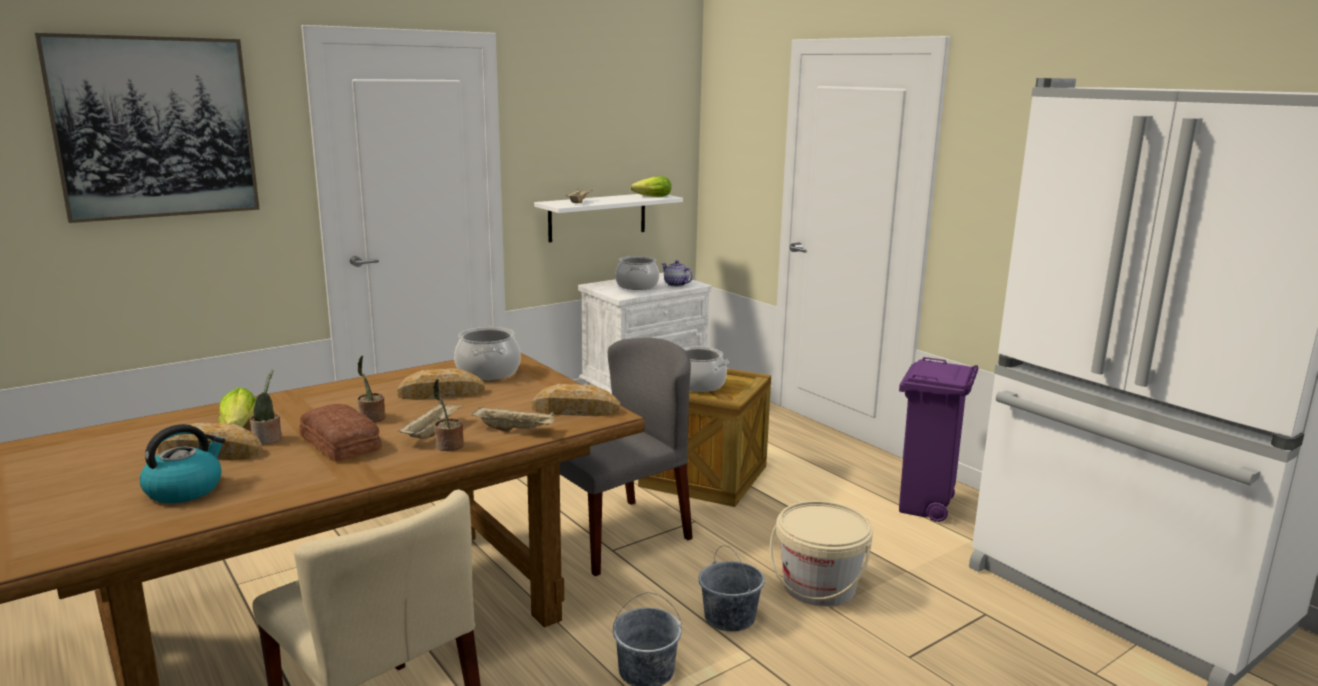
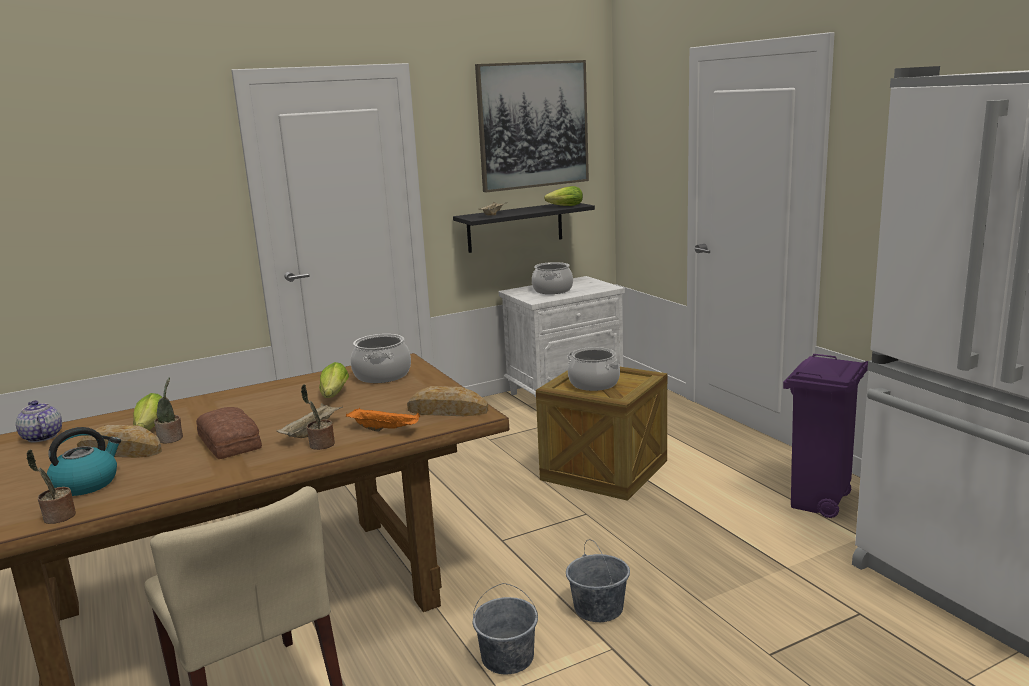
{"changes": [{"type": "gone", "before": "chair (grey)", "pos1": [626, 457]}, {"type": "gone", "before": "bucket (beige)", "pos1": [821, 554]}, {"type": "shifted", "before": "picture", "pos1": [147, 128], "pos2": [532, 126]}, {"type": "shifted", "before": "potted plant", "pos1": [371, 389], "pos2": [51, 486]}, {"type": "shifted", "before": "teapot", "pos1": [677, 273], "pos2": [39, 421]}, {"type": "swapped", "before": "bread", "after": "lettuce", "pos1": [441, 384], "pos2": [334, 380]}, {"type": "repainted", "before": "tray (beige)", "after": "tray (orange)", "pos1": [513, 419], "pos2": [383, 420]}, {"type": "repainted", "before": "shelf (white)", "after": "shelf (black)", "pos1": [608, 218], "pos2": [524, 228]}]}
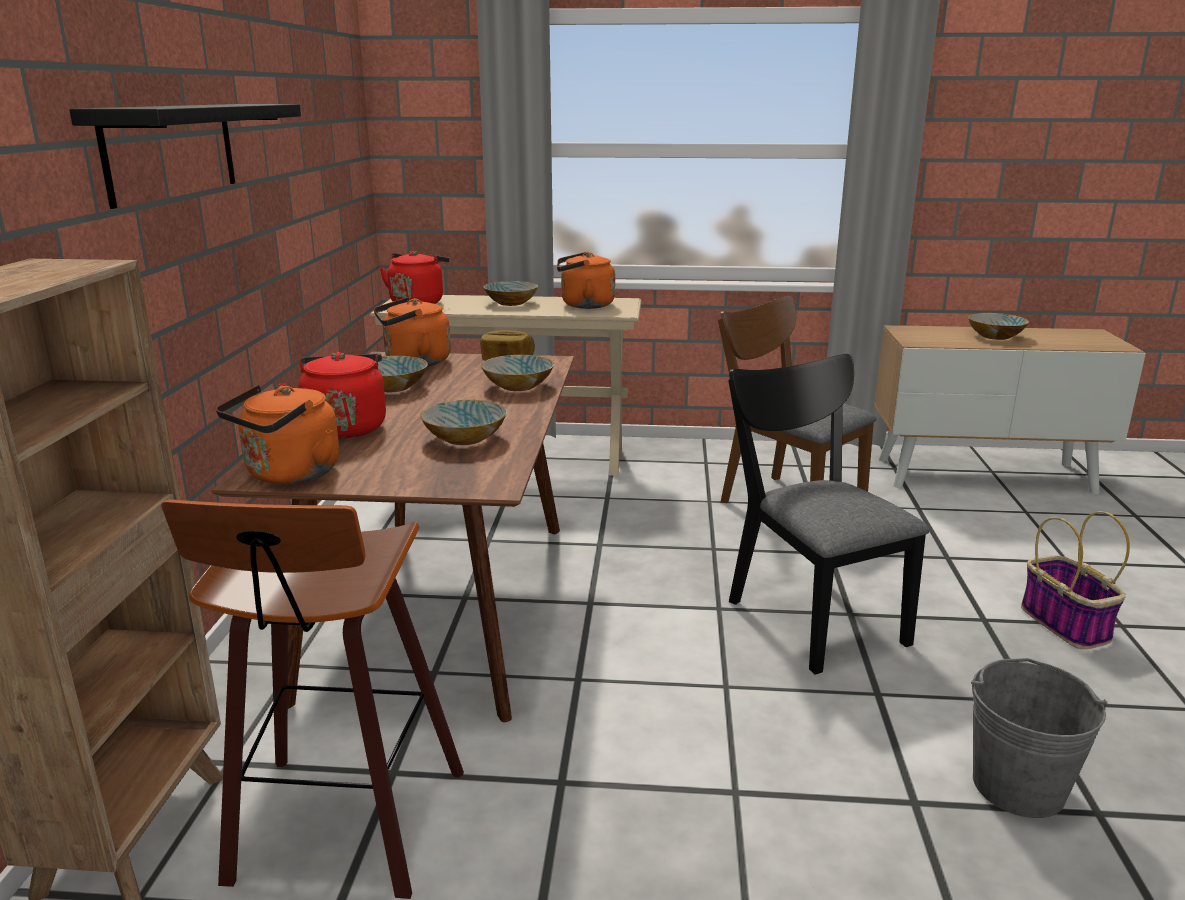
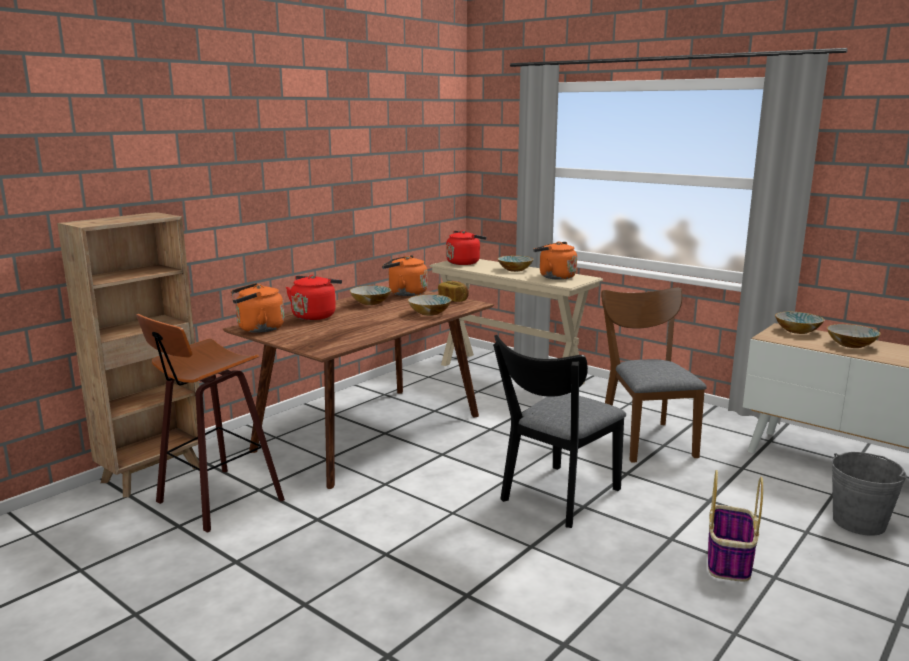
{"changes": [{"type": "gone", "before": "shelf (black)", "pos1": [185, 156]}, {"type": "shifted", "before": "bowl", "pos1": [463, 422], "pos2": [799, 323]}, {"type": "shifted", "before": "bucket (grey)", "pos1": [1039, 738], "pos2": [869, 494]}, {"type": "rotated", "before": "chair (black)", "pos1": [829, 514], "pos2": [559, 431], "turn": -150}]}
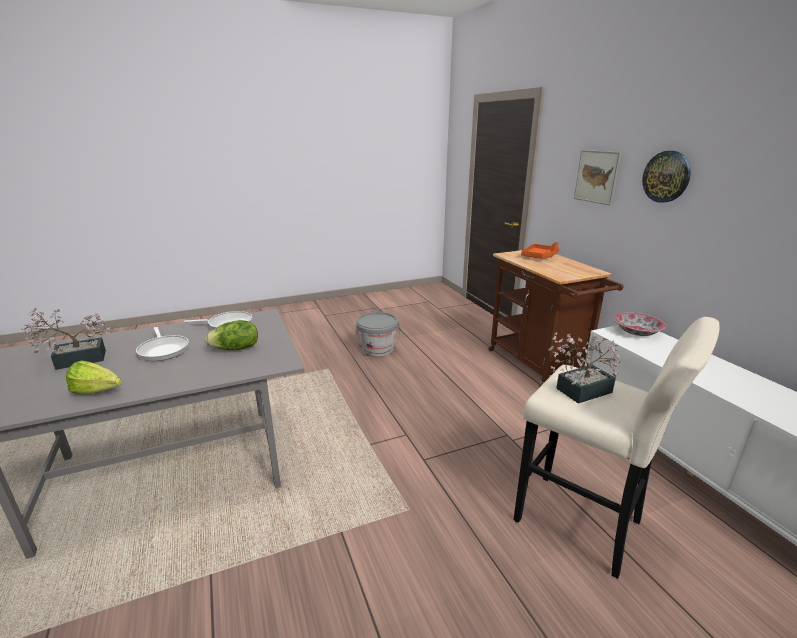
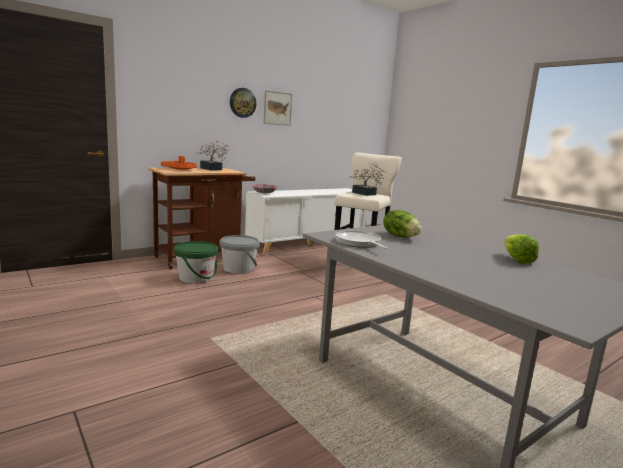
{"changes": [{"type": "gone", "before": "frying pan", "pos1": [162, 344]}, {"type": "new", "after": "bucket (green)", "pos2": [196, 262]}, {"type": "shifted", "before": "potted plant", "pos1": [66, 339], "pos2": [212, 155]}, {"type": "shifted", "before": "bucket (grey)", "pos1": [378, 334], "pos2": [239, 254]}, {"type": "shifted", "before": "picture", "pos1": [597, 178], "pos2": [277, 108]}]}
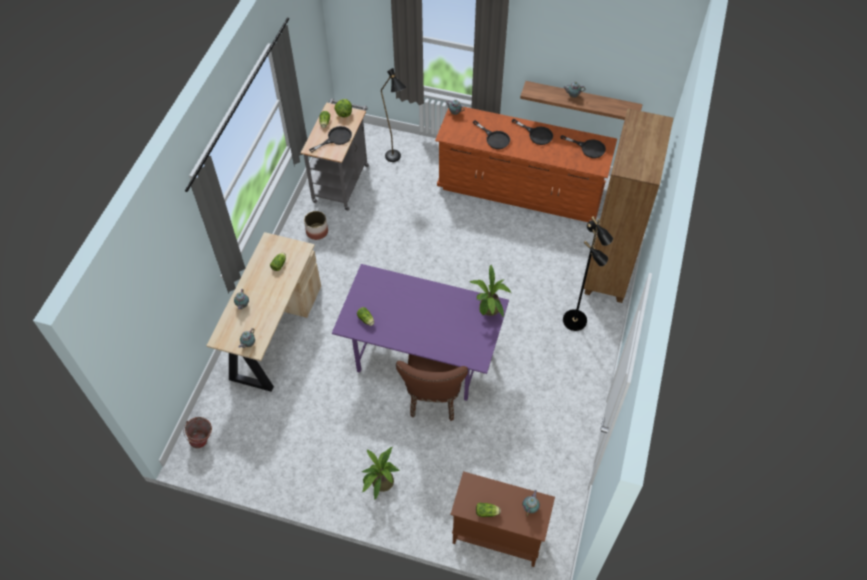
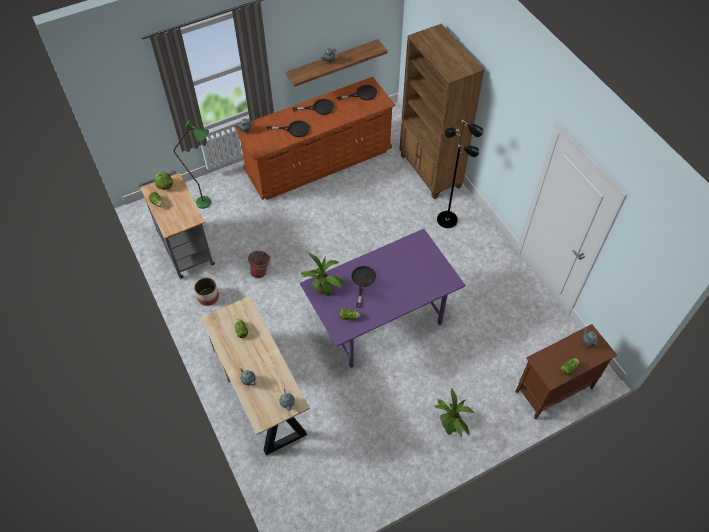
{"changes": [{"type": "gone", "before": "chair (brown)", "pos1": [432, 387]}, {"type": "shifted", "before": "bucket", "pos1": [197, 432], "pos2": [259, 264]}, {"type": "shifted", "before": "frying pan (black)", "pos1": [330, 139], "pos2": [364, 287]}, {"type": "shifted", "before": "potted plant", "pos1": [491, 291], "pos2": [324, 274]}, {"type": "repainted", "before": "floor lamp (black)", "after": "floor lamp (green)", "pos1": [393, 115], "pos2": [192, 164]}]}
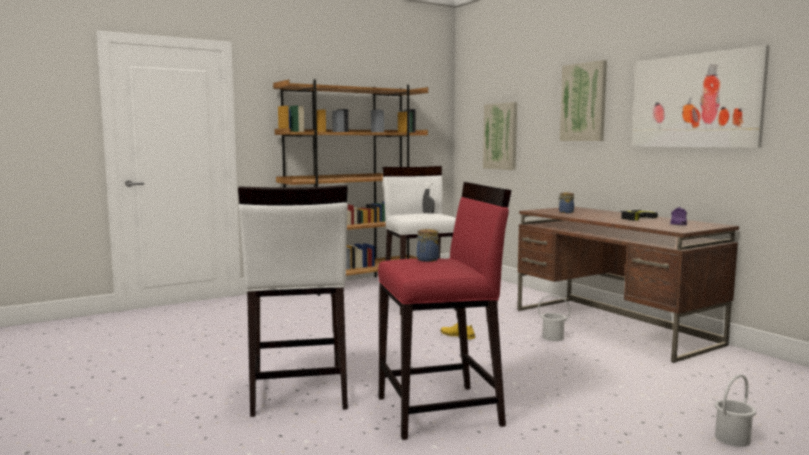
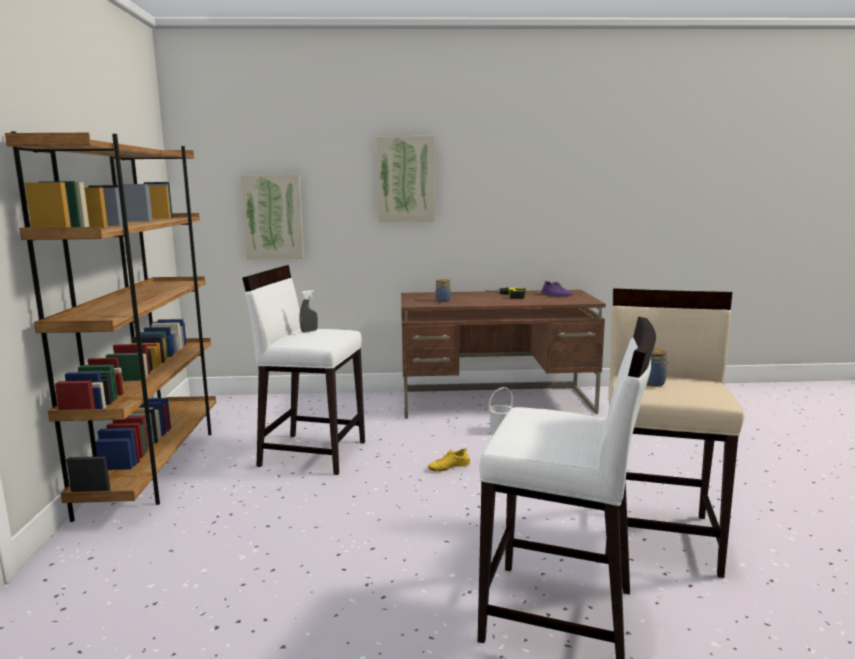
{"changes": [{"type": "gone", "before": "picture", "pos1": [701, 96]}, {"type": "gone", "before": "bucket (white)", "pos1": [735, 410]}, {"type": "repainted", "before": "stool (red)", "after": "stool (beige)", "pos1": [444, 311], "pos2": [674, 433]}]}
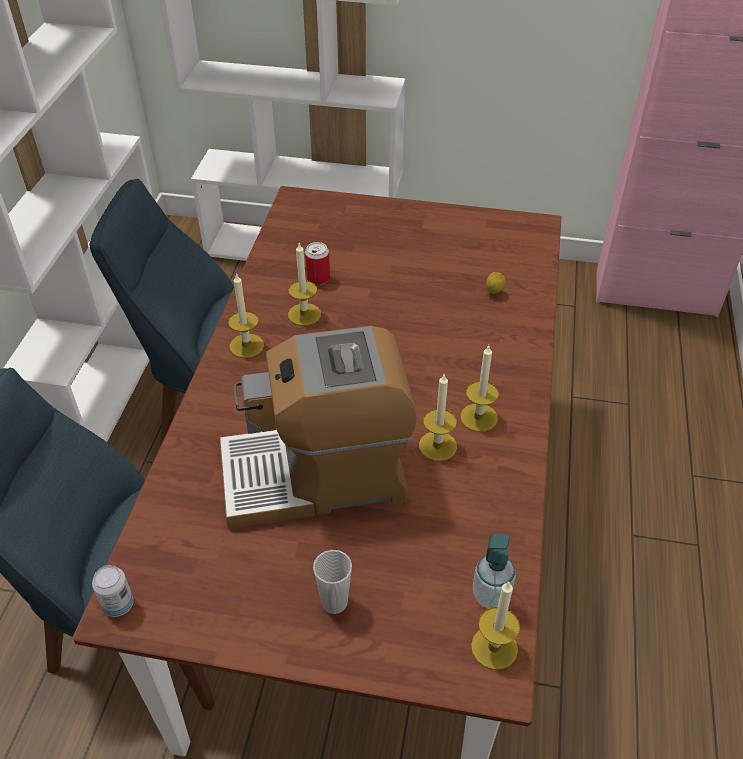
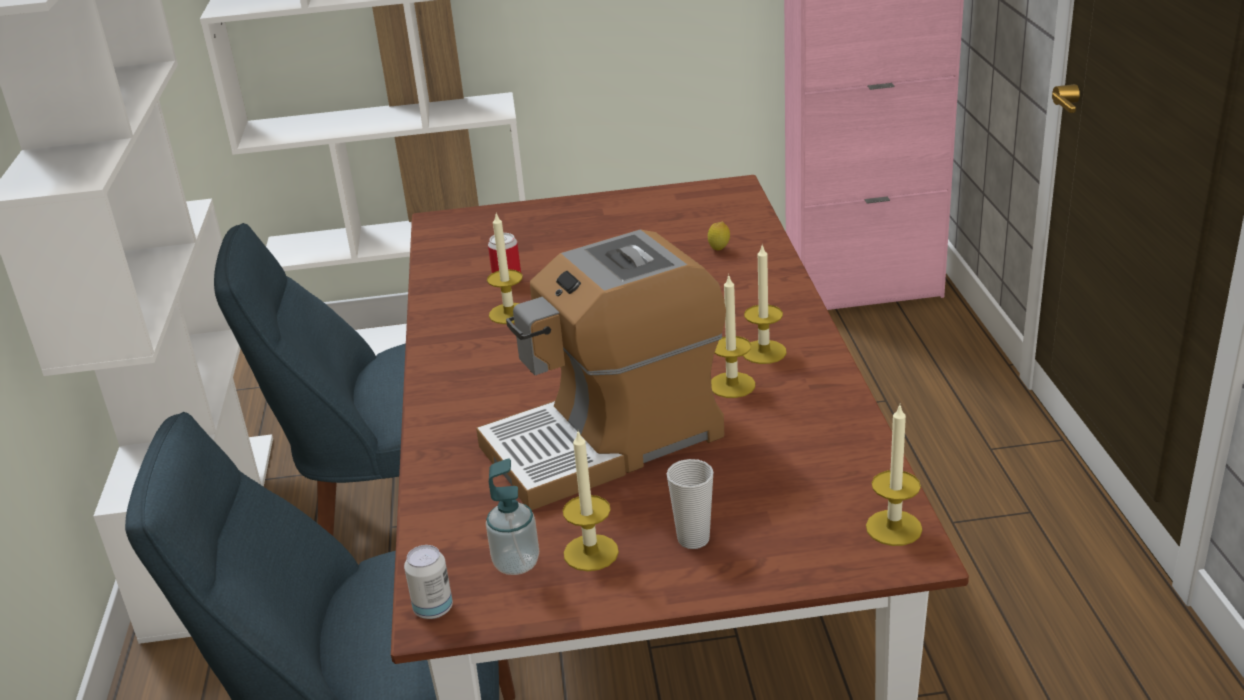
{"changes": [{"type": "shifted", "before": "candle", "pos1": [246, 315], "pos2": [591, 501]}, {"type": "shifted", "before": "soap dispenser", "pos1": [494, 571], "pos2": [512, 517]}]}
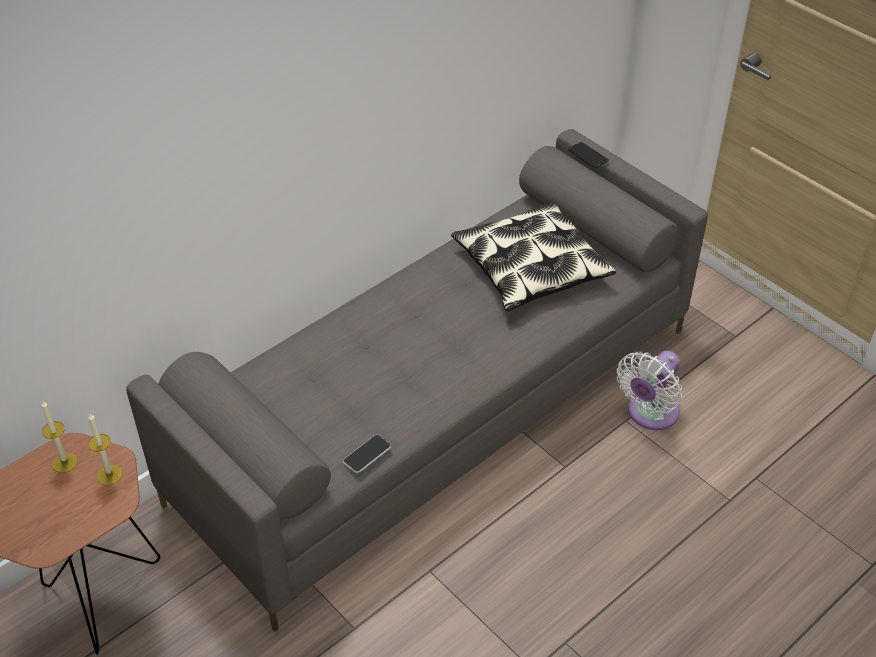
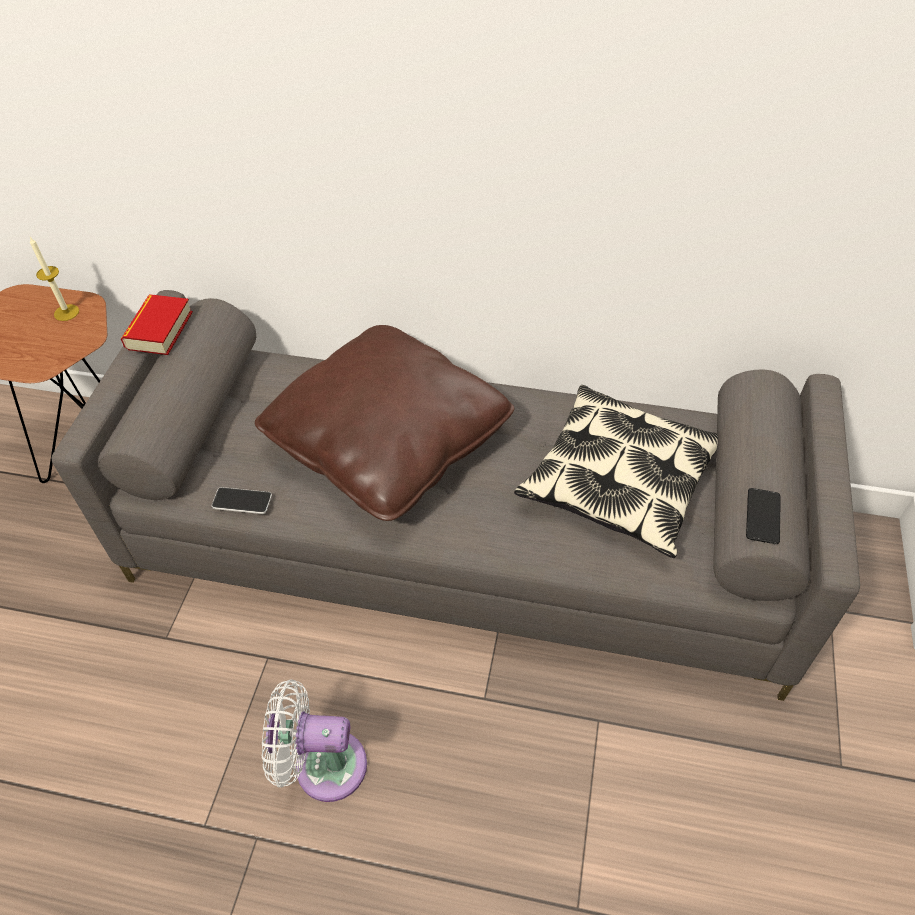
{"changes": [{"type": "gone", "before": "candle", "pos1": [105, 450]}, {"type": "new", "after": "book", "pos2": [157, 324]}, {"type": "new", "after": "pillow (brown)", "pos2": [385, 423]}, {"type": "shifted", "before": "phone", "pos1": [588, 155], "pos2": [763, 516]}, {"type": "shifted", "before": "fan (white)", "pos1": [649, 390], "pos2": [314, 740]}]}
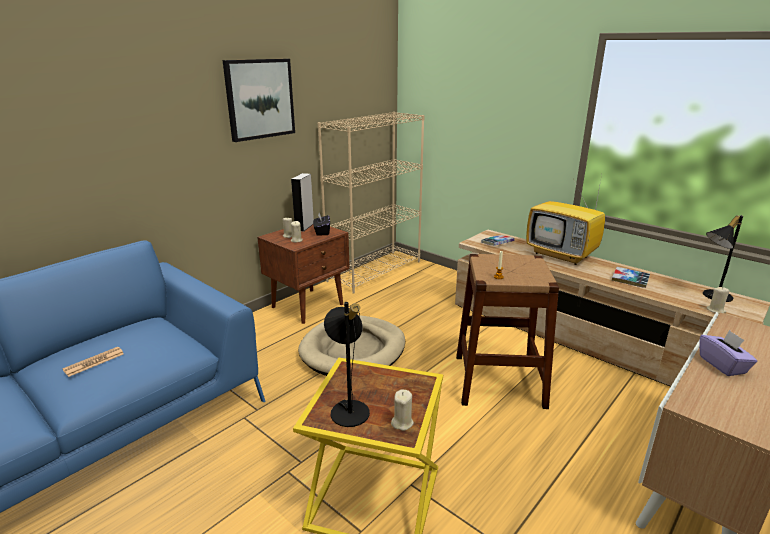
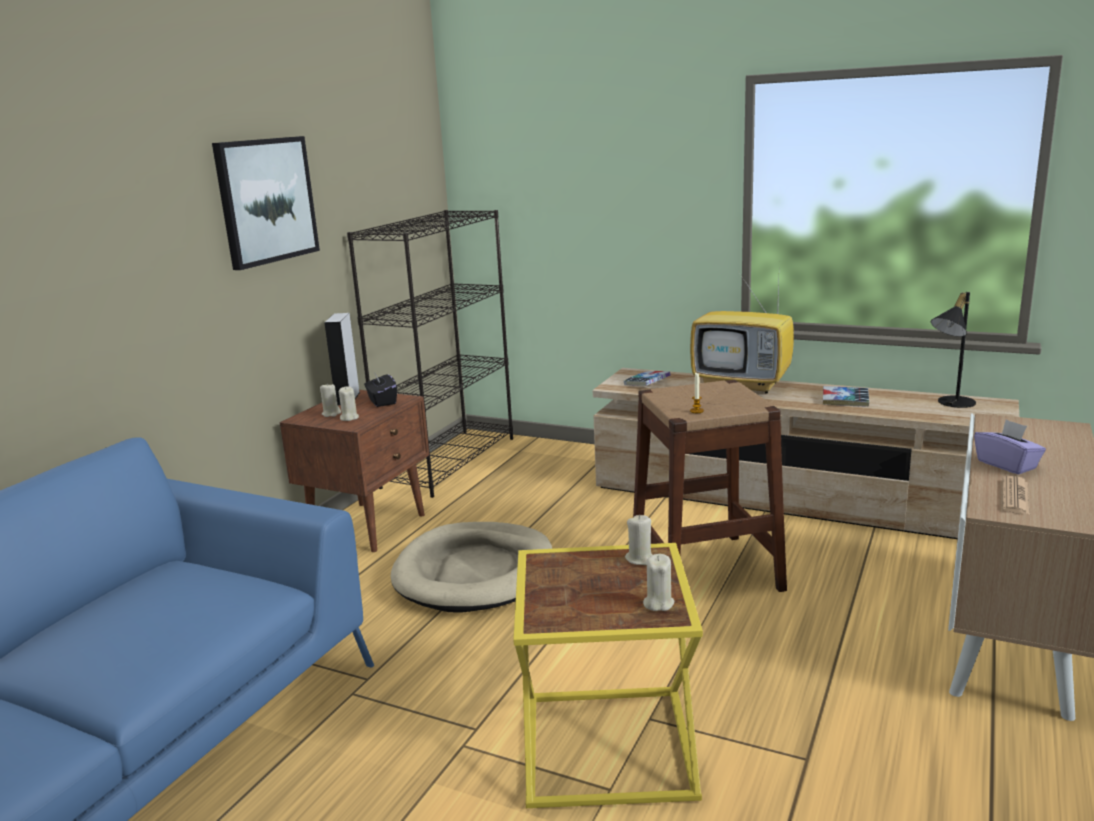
{"changes": [{"type": "gone", "before": "table lamp (black)", "pos1": [347, 364]}, {"type": "shifted", "before": "newspaper", "pos1": [93, 362], "pos2": [1016, 495]}, {"type": "shifted", "before": "candle (beige)", "pos1": [718, 300], "pos2": [638, 540]}, {"type": "repainted", "before": "bookcase (beige)", "after": "bookcase (black)", "pos1": [371, 203], "pos2": [430, 354]}]}
